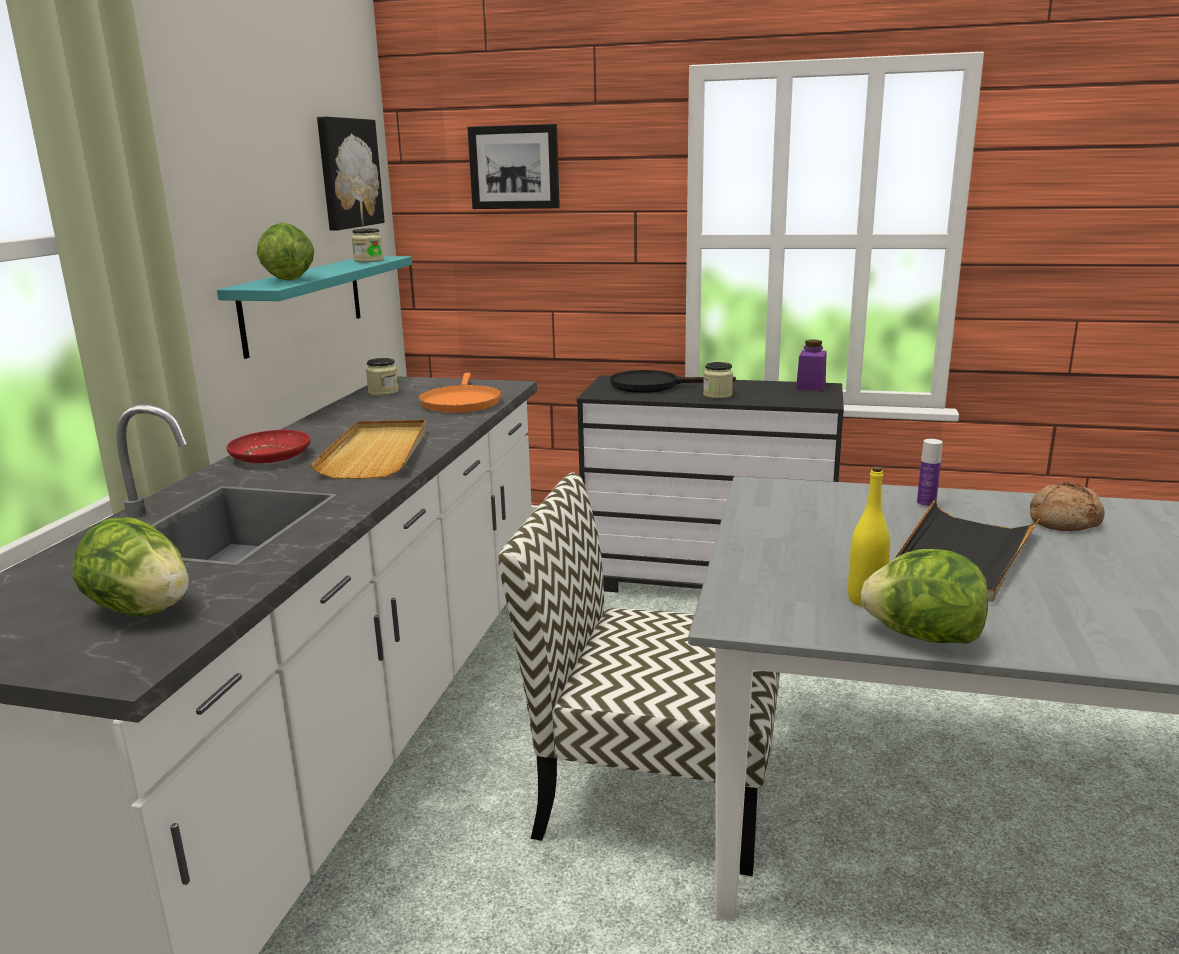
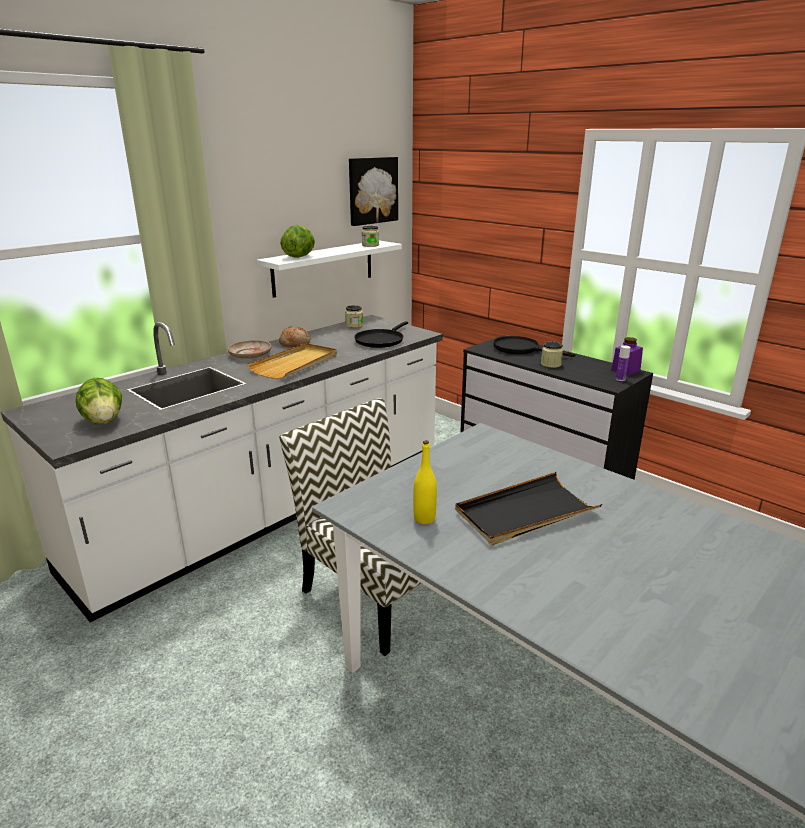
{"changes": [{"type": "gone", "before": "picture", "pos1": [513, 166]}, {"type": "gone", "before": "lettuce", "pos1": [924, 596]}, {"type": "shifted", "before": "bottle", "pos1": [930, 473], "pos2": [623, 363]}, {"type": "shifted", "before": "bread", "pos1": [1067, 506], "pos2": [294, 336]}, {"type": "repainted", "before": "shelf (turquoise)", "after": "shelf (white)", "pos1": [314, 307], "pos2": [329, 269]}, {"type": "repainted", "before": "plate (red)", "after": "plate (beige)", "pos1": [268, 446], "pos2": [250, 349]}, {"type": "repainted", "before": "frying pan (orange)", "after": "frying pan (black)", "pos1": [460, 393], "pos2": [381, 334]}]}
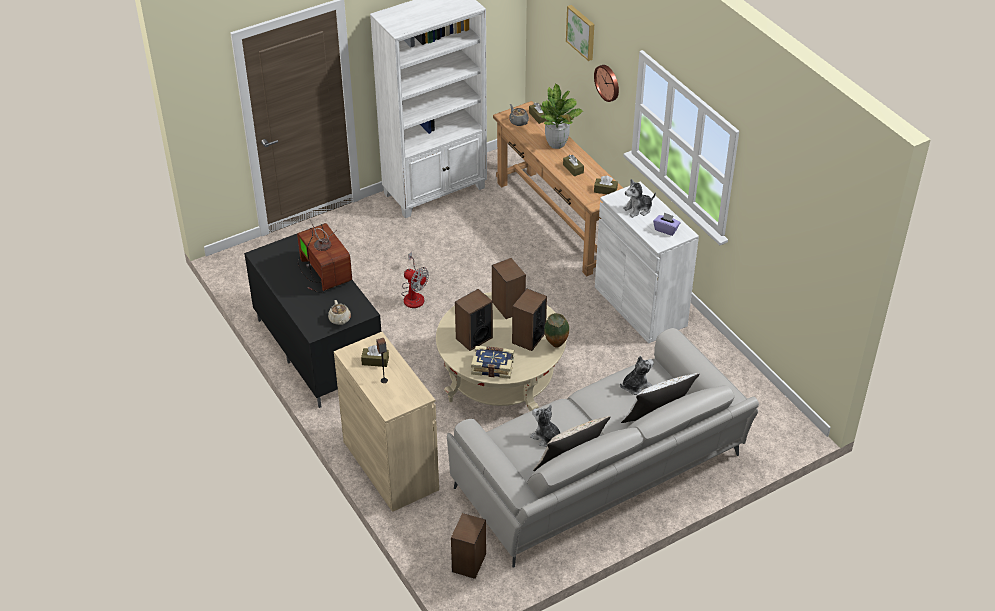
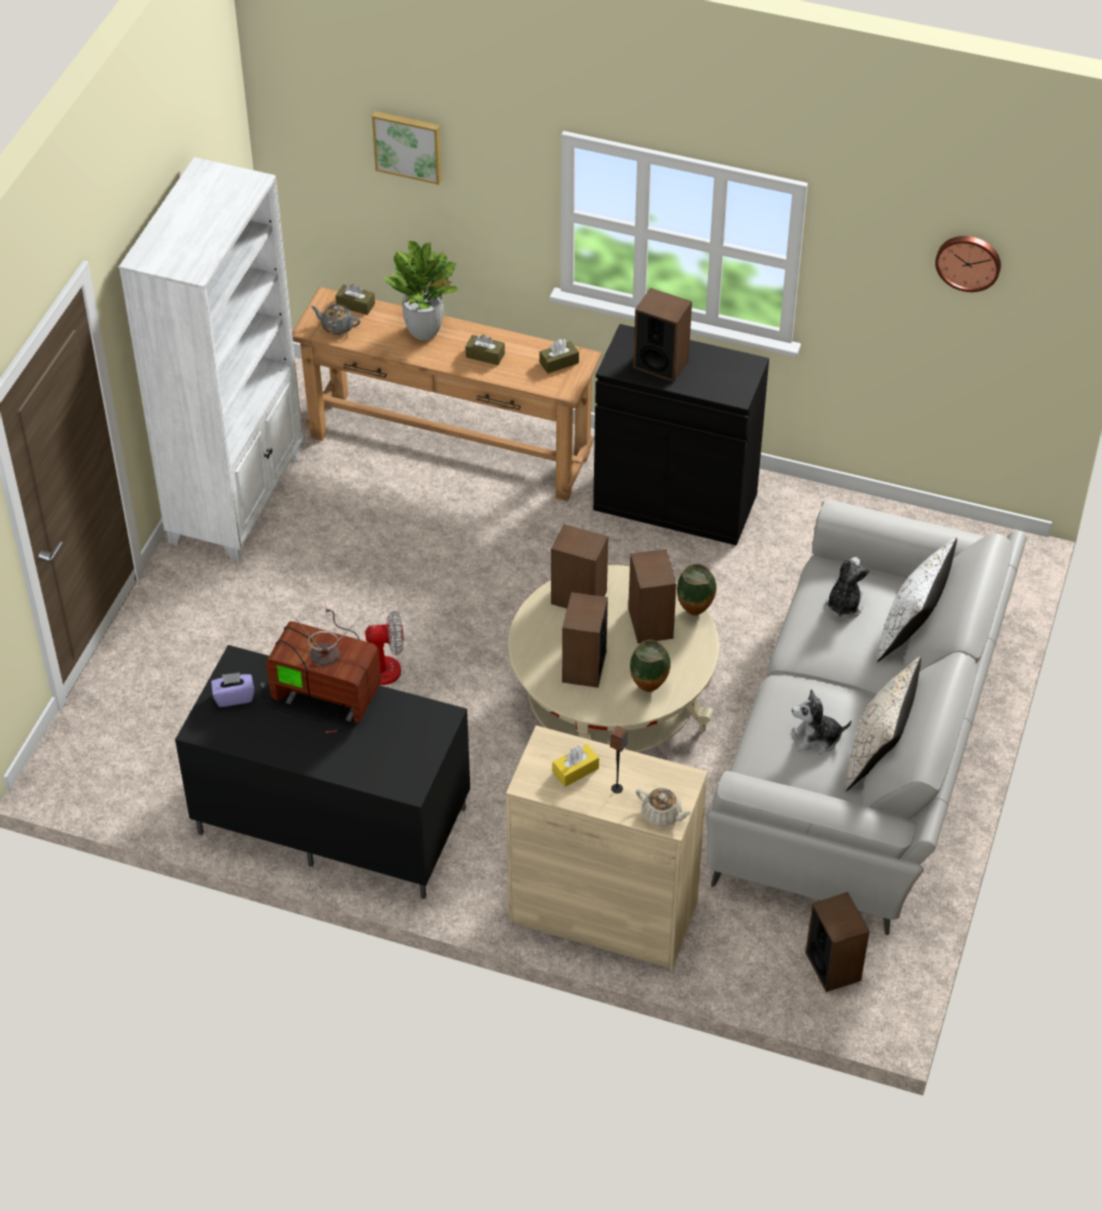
{"changes": [{"type": "shifted", "before": "teapot (beige)", "pos1": [339, 312], "pos2": [664, 807]}, {"type": "shifted", "before": "wall clock", "pos1": [606, 83], "pos2": [968, 264]}, {"type": "shifted", "before": "tissue box (purple)", "pos1": [667, 224], "pos2": [233, 689]}, {"type": "swapped", "before": "book", "after": "vase", "pos1": [492, 362], "pos2": [650, 666]}, {"type": "swapped", "before": "plush toy", "after": "speaker", "pos1": [639, 198], "pos2": [662, 335]}, {"type": "repainted", "before": "tissue box (brown)", "after": "tissue box (yellow)", "pos1": [375, 356], "pos2": [576, 765]}, {"type": "repainted", "before": "cabinet (white)", "after": "cabinet (black)", "pos1": [647, 262], "pos2": [681, 435]}]}
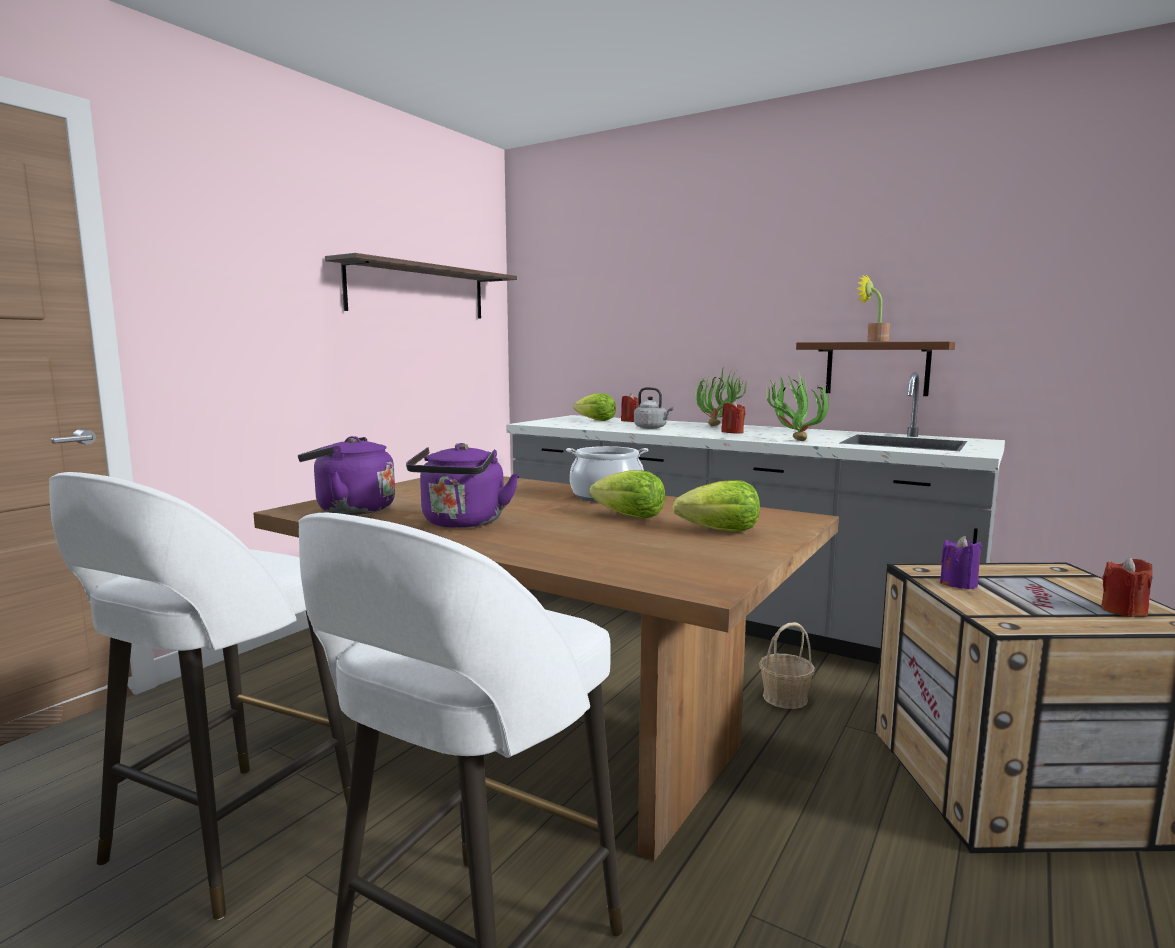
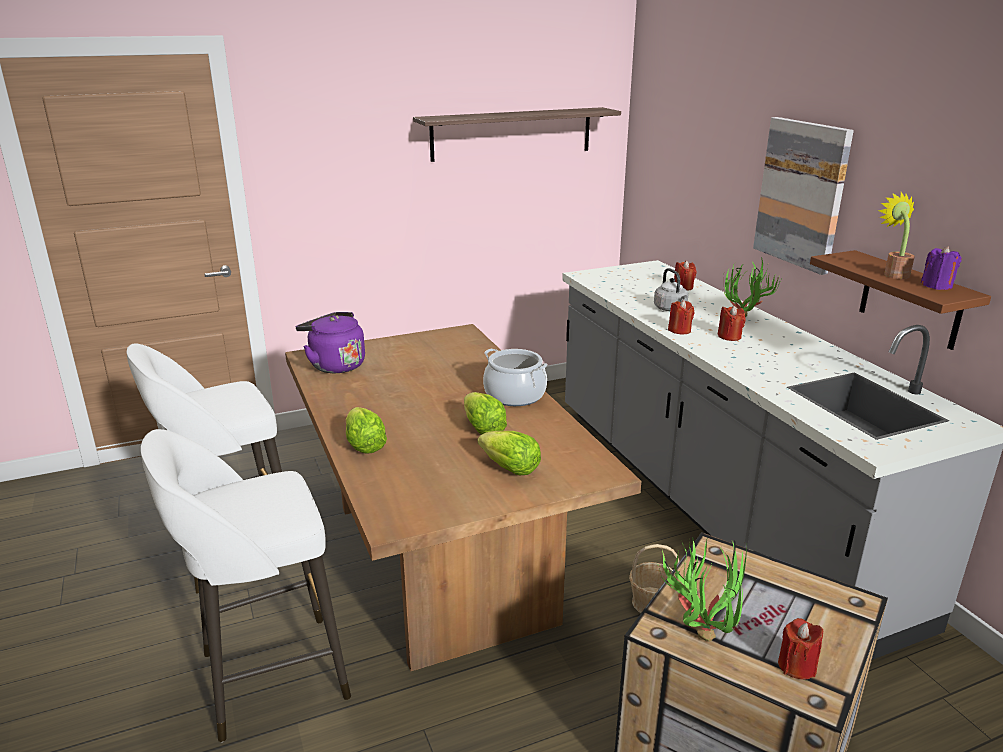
{"changes": [{"type": "gone", "before": "kettle (purple)", "pos1": [462, 485]}, {"type": "new", "after": "candle (red)", "pos2": [681, 317]}, {"type": "new", "after": "picture", "pos2": [803, 196]}, {"type": "shifted", "before": "lettuce", "pos1": [594, 407], "pos2": [366, 430]}, {"type": "shifted", "before": "potted plant", "pos1": [797, 406], "pos2": [702, 589]}, {"type": "shifted", "before": "candle (purple)", "pos1": [961, 562], "pos2": [941, 268]}]}
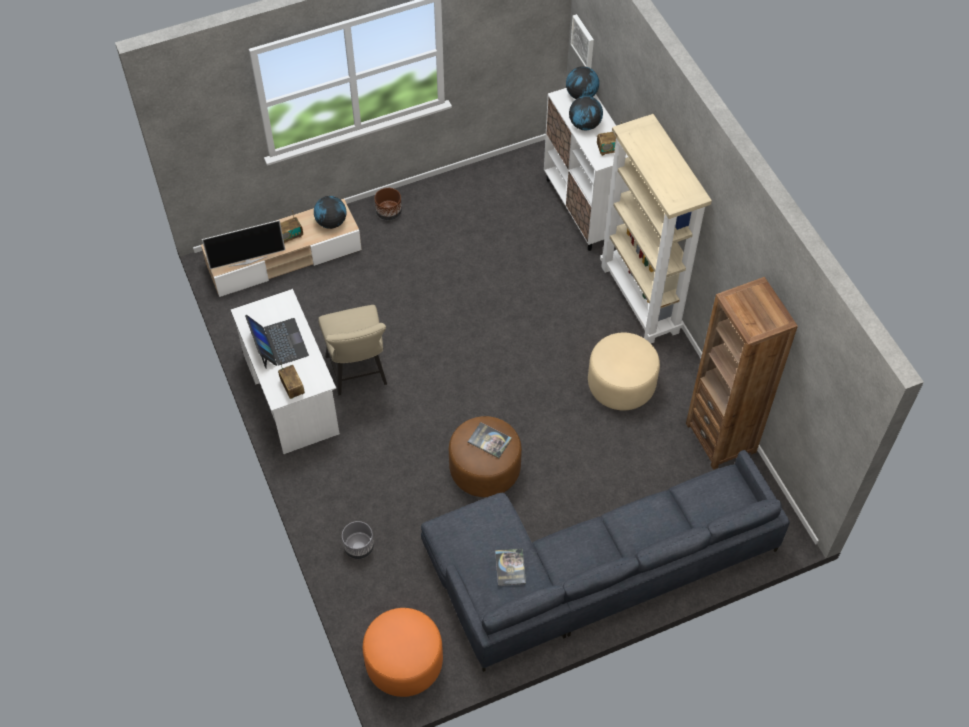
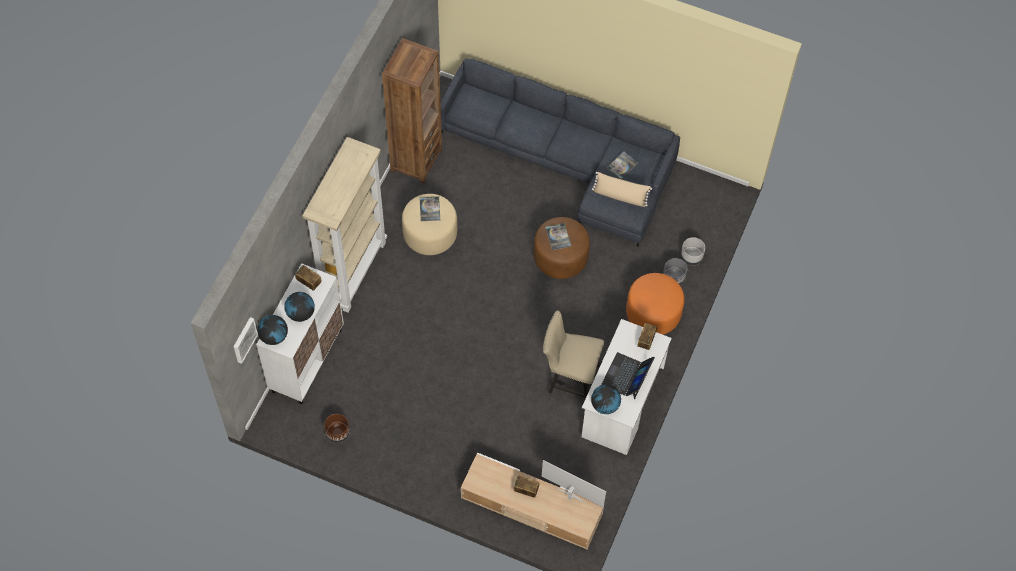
{"changes": [{"type": "new", "after": "book", "pos2": [429, 208]}, {"type": "new", "after": "pillow (beige)", "pos2": [622, 189]}, {"type": "new", "after": "planter (grey)", "pos2": [693, 251]}, {"type": "shifted", "before": "globe", "pos1": [330, 212], "pos2": [606, 399]}, {"type": "shifted", "before": "ottoman (orange)", "pos1": [403, 652], "pos2": [655, 304]}, {"type": "shifted", "before": "planter (brown)", "pos1": [388, 204], "pos2": [337, 428]}, {"type": "rotated", "before": "chair (beige)", "pos1": [352, 350], "pos2": [573, 354], "turn": -105}]}
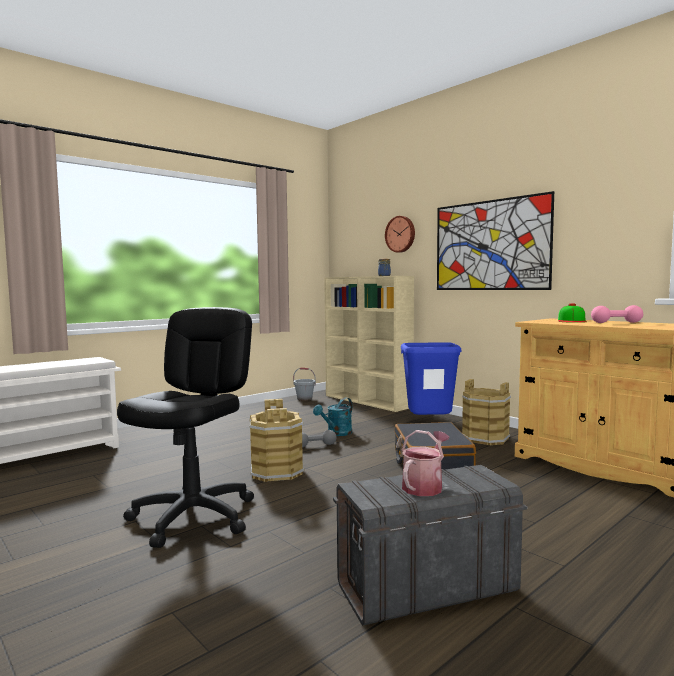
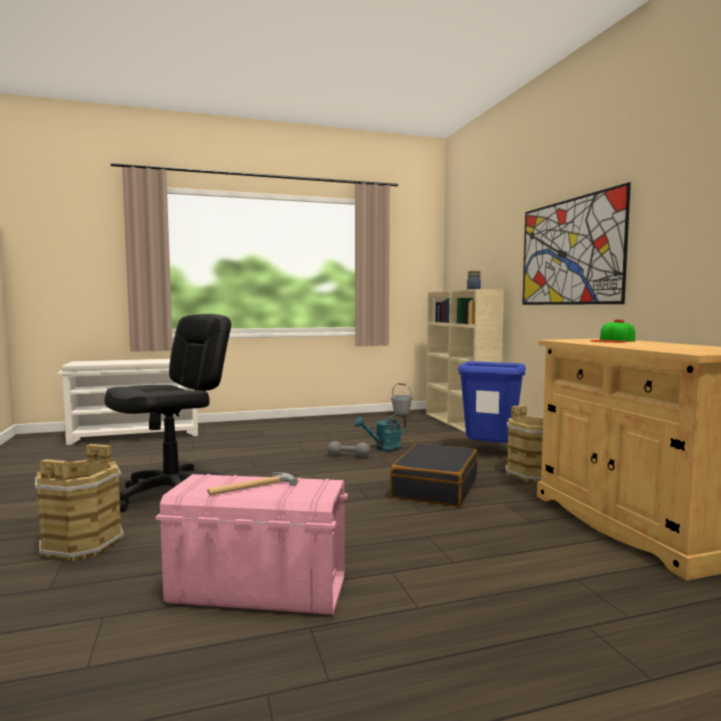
{"changes": [{"type": "gone", "before": "wall clock", "pos1": [400, 234]}, {"type": "gone", "before": "dumbbell (pink)", "pos1": [617, 314]}, {"type": "shifted", "before": "bucket (brown)", "pos1": [276, 440], "pos2": [79, 502]}, {"type": "swapped", "before": "watering can", "after": "hammer", "pos1": [425, 463], "pos2": [252, 484]}, {"type": "repainted", "before": "storage box (grey)", "after": "storage box (pink)", "pos1": [430, 545], "pos2": [252, 544]}]}
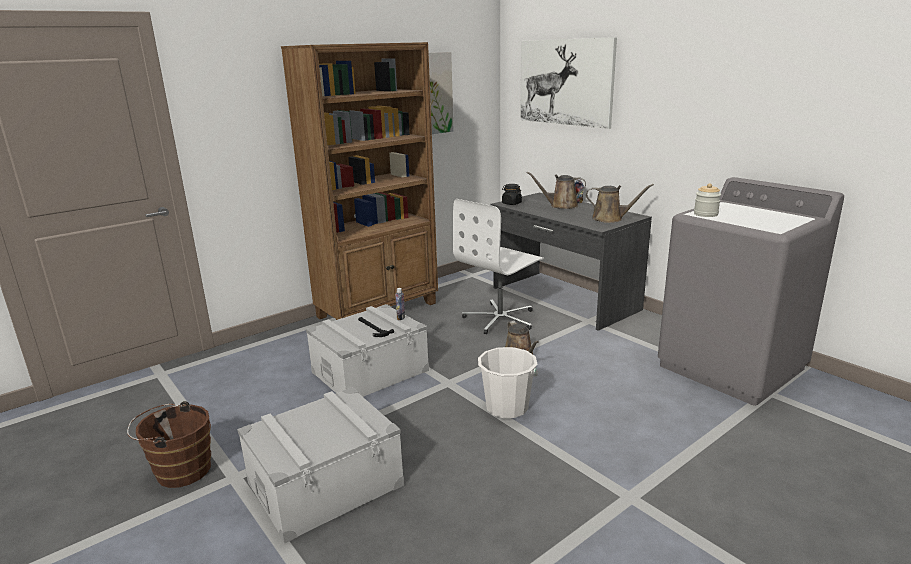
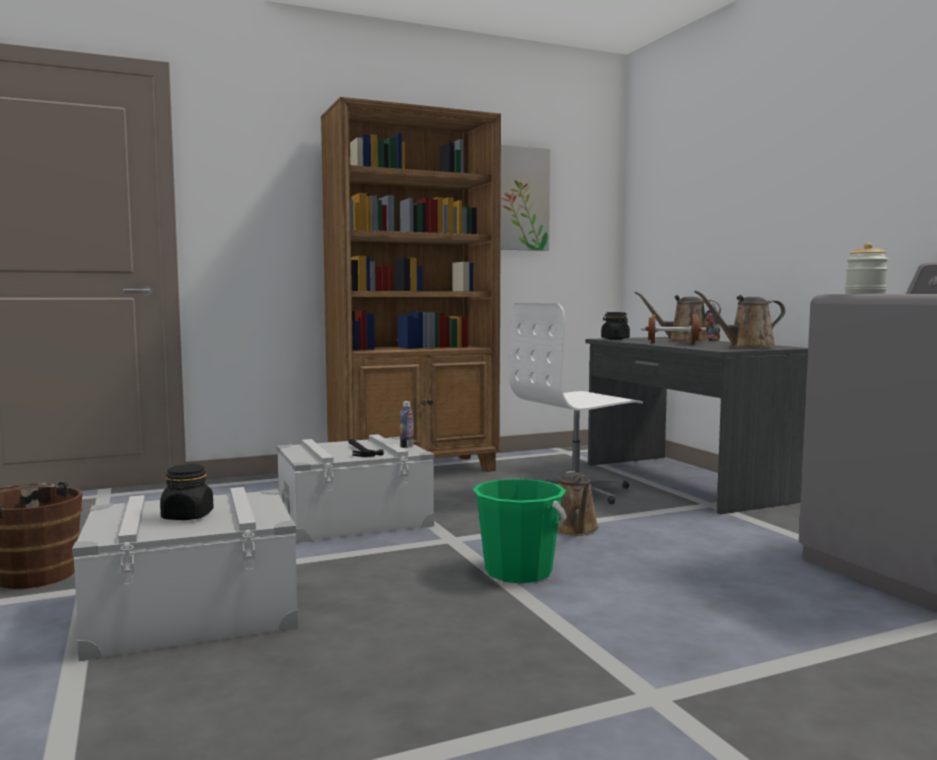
{"changes": [{"type": "gone", "before": "picture", "pos1": [568, 83]}, {"type": "new", "after": "jar (black)", "pos2": [187, 492]}, {"type": "new", "after": "dumbbell (brown)", "pos2": [673, 329]}, {"type": "repainted", "before": "bucket (white)", "after": "bucket (green)", "pos1": [508, 382], "pos2": [519, 531]}, {"type": "rotated", "before": "watering can (brown)", "pos1": [620, 203], "pos2": [739, 319], "turn": 135}]}
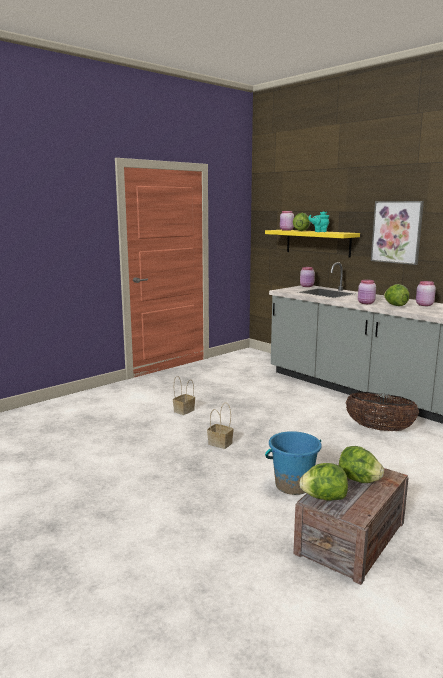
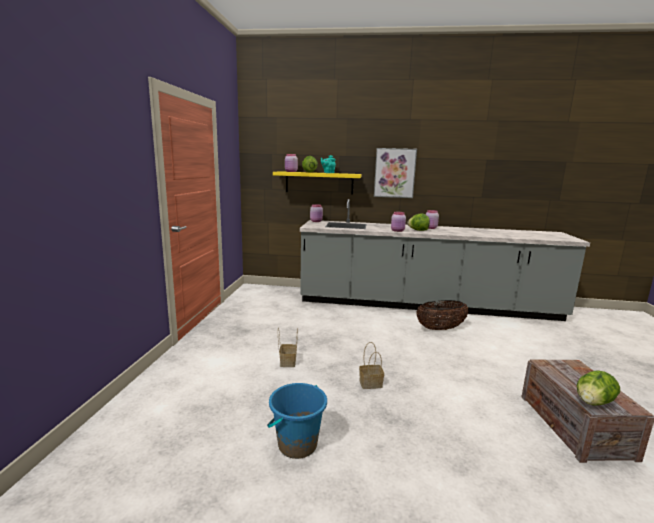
{"changes": [{"type": "gone", "before": "lettuce", "pos1": [361, 464]}, {"type": "shifted", "before": "bucket (blue)", "pos1": [293, 463], "pos2": [297, 421]}]}
